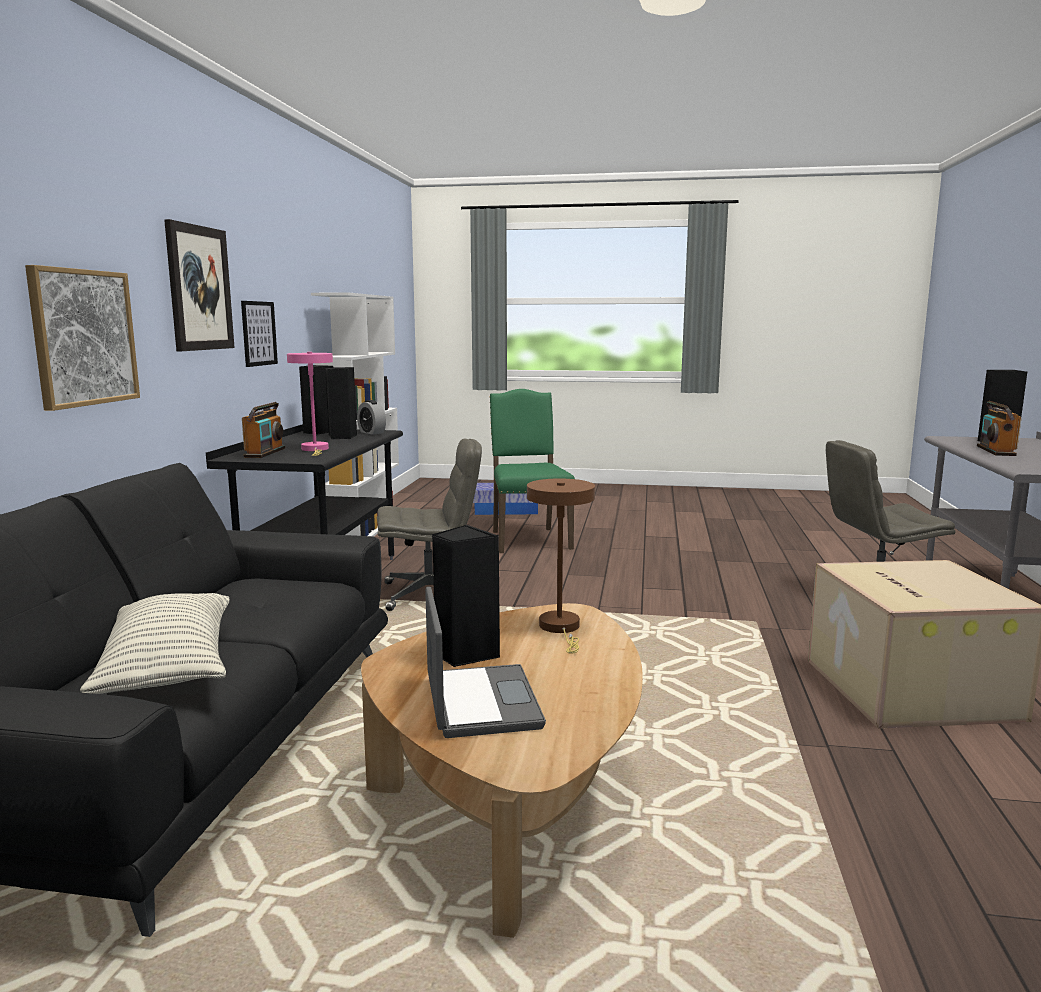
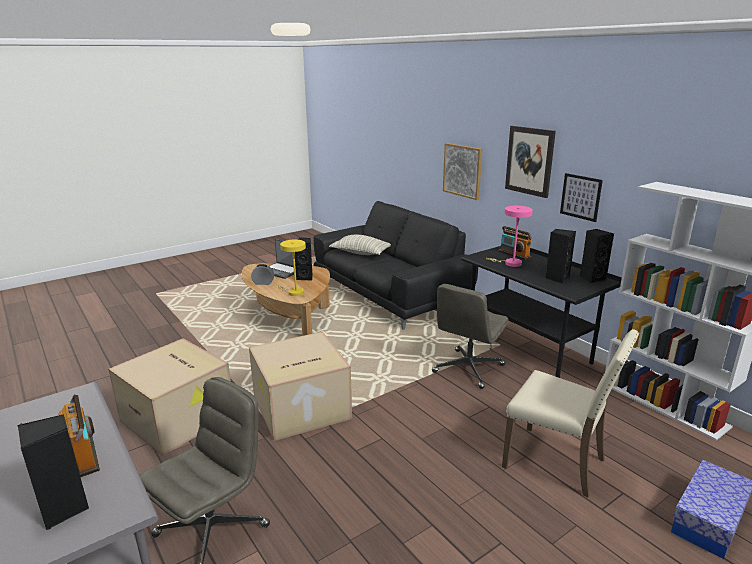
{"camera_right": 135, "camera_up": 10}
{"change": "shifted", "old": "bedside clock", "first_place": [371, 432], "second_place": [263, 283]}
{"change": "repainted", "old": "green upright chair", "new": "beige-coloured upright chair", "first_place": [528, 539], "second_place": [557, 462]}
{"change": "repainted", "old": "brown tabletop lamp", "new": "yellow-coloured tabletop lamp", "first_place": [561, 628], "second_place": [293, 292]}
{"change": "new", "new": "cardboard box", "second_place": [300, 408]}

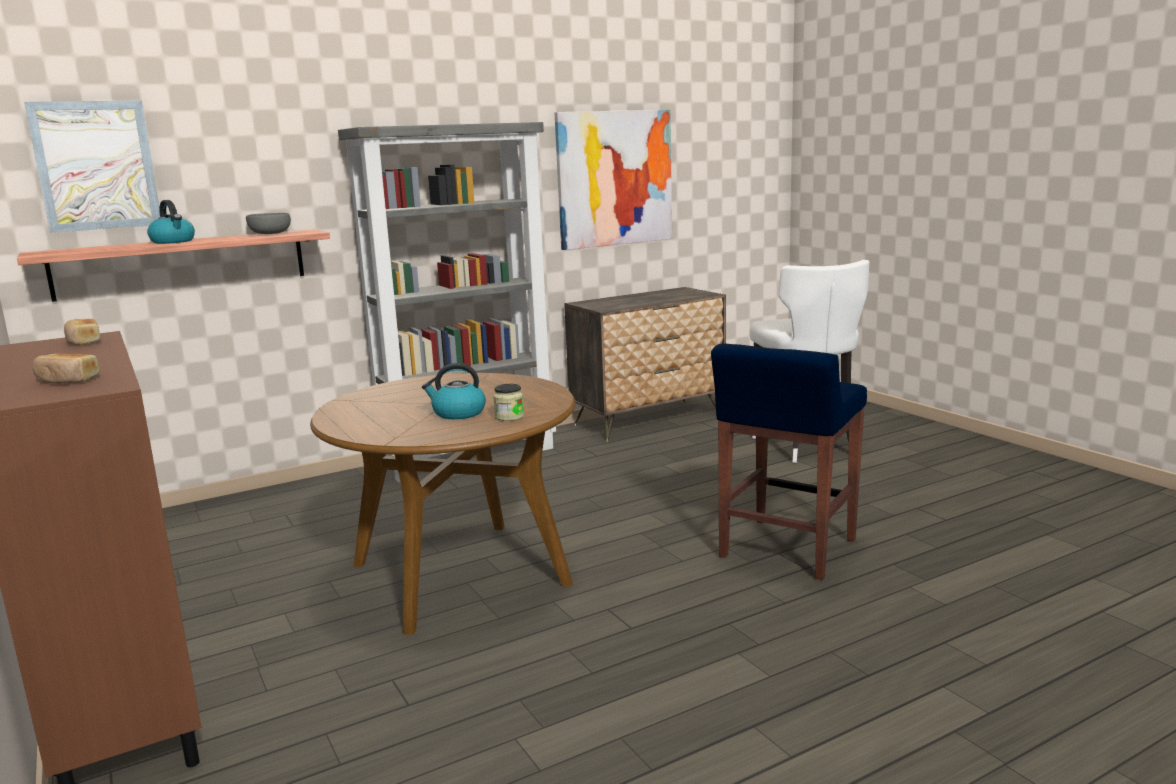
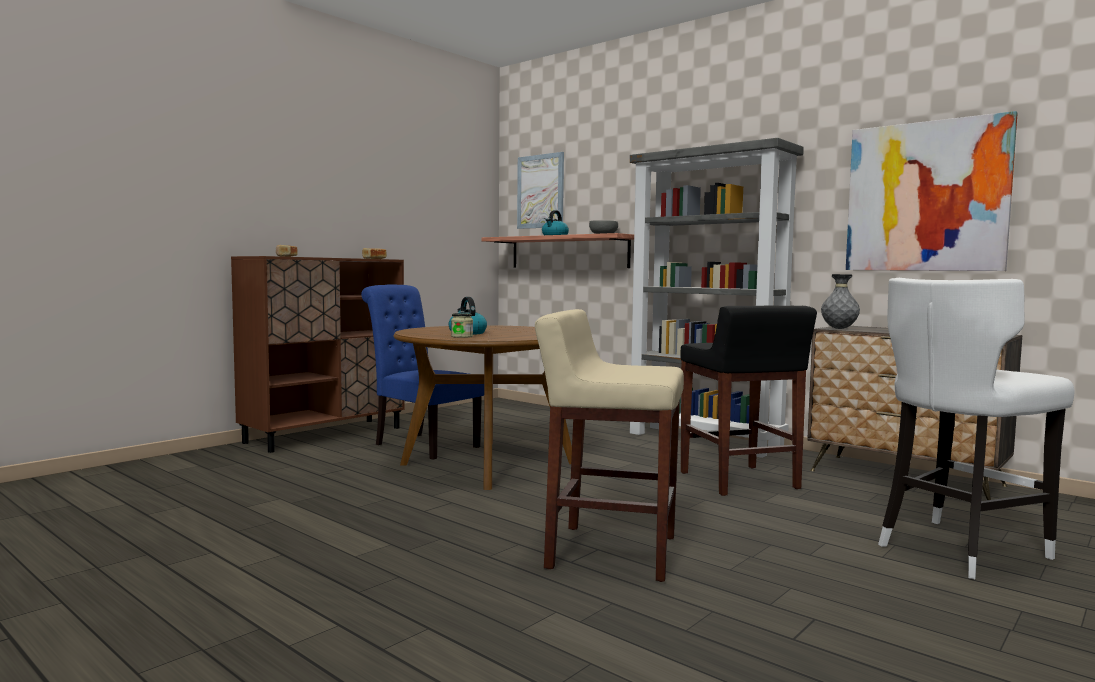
{"camera_right": 70, "camera_up": -10}
{"change": "repainted", "old": "bluish stool seat", "new": "beige-coloured stool seat", "first_place": [786, 549], "second_place": [609, 552]}
{"change": "new", "new": "bluish upright chair", "second_place": [421, 445]}
{"change": "new", "new": "blackish stool seat", "second_place": [739, 481]}
{"change": "new", "new": "greyish decorative vase", "second_place": [839, 329]}

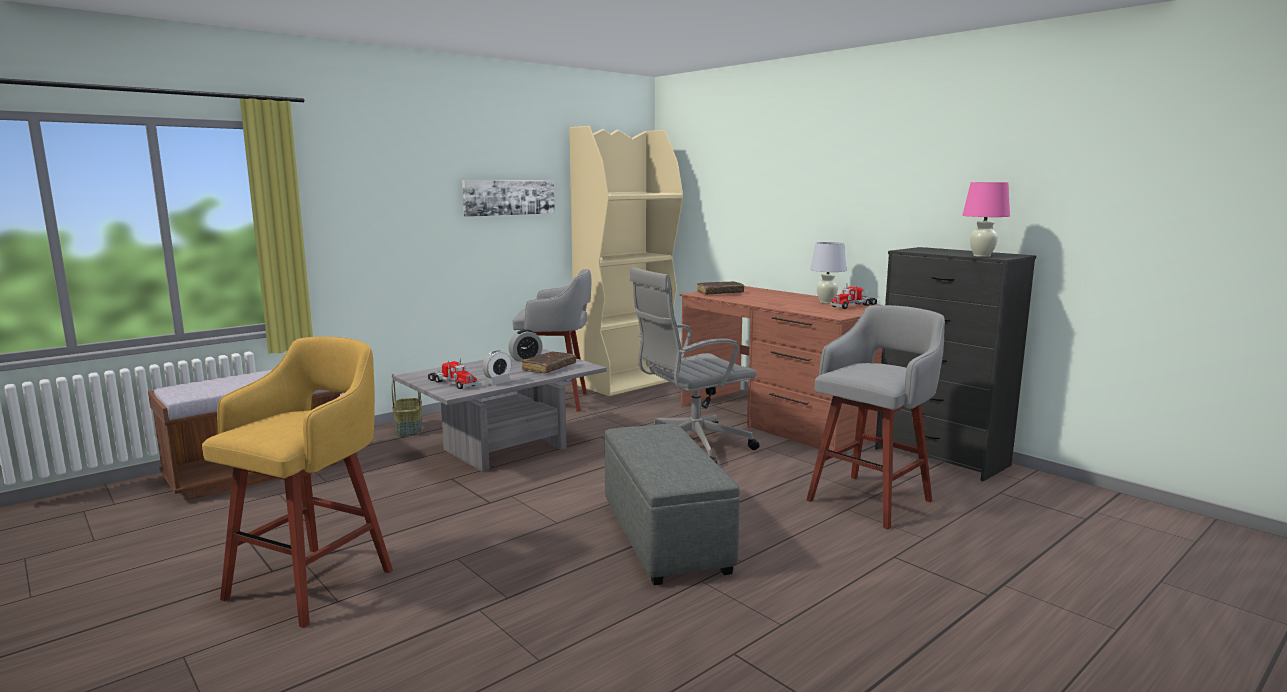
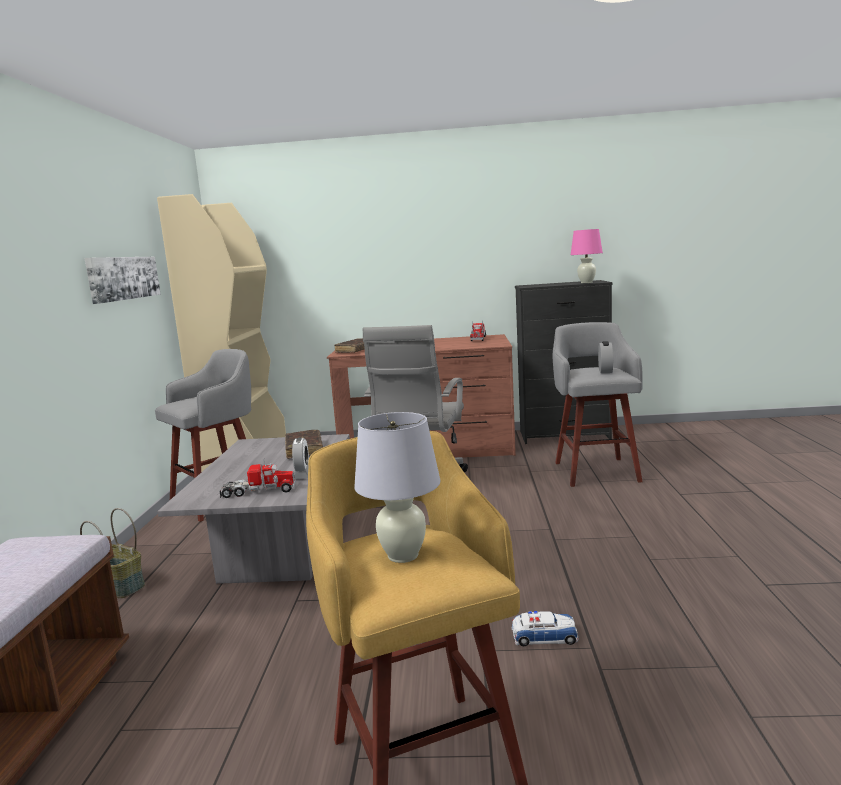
{"camera_right": -45, "camera_up": 0}
{"change": "shifted", "old": "bedside clock", "first_place": [525, 359], "second_place": [605, 371]}
{"change": "gone", "old": "greyish footrest", "first_place": [665, 536]}
{"change": "shifted", "old": "white-coloured tabletop lamp", "first_place": [826, 302], "second_place": [402, 555]}
{"change": "new", "new": "miniature car", "second_place": [544, 636]}

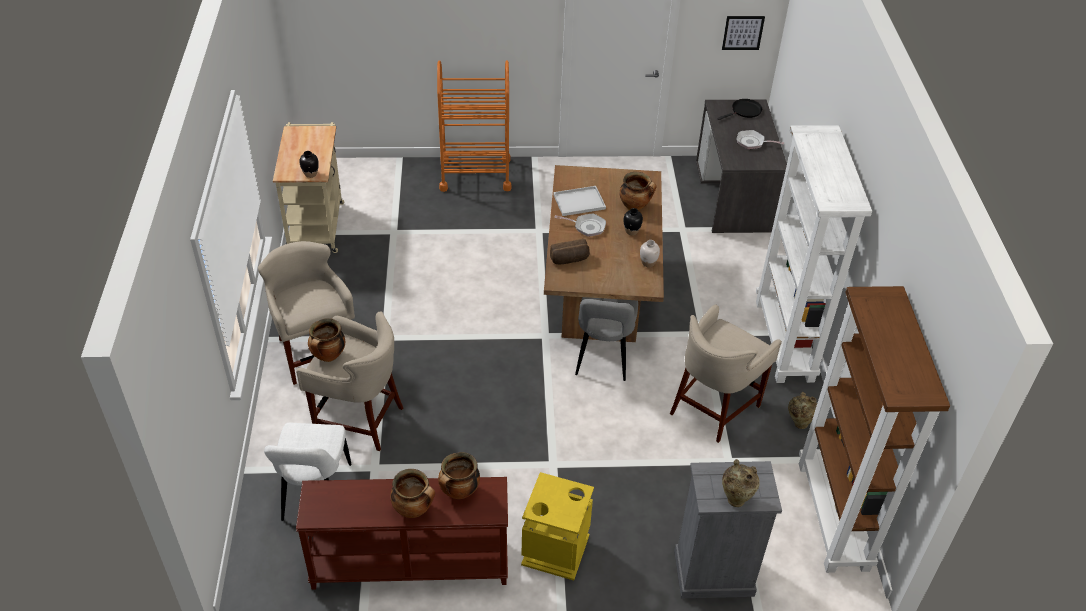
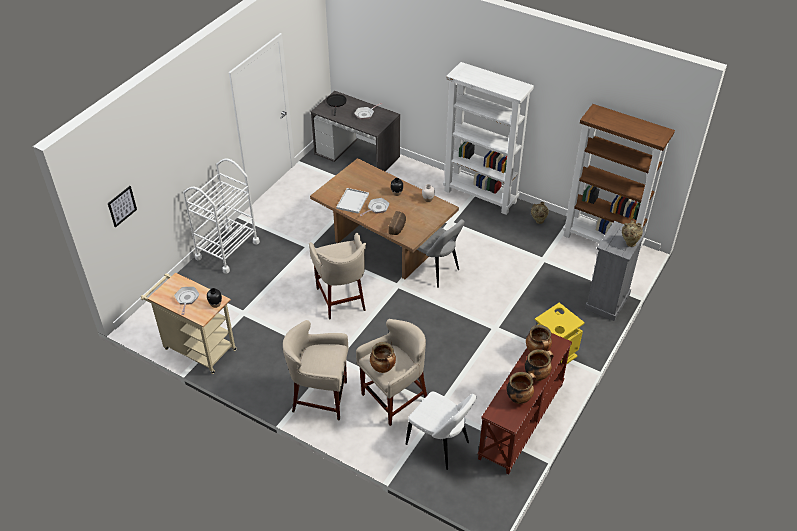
{"camera_right": -55, "camera_up": 0}
{"change": "repainted", "old": "orange trolley", "new": "white-coloured trolley", "first_place": [475, 174], "second_place": [227, 250]}
{"change": "shifted", "old": "saucepot", "first_place": [635, 206], "second_place": [519, 398]}
{"change": "shifted", "old": "beige-coloured stool seat", "first_place": [714, 408], "second_place": [342, 298]}
{"change": "shifted", "old": "wall art", "first_place": [743, 32], "second_place": [122, 206]}
{"change": "new", "new": "frying pan", "second_place": [187, 299]}

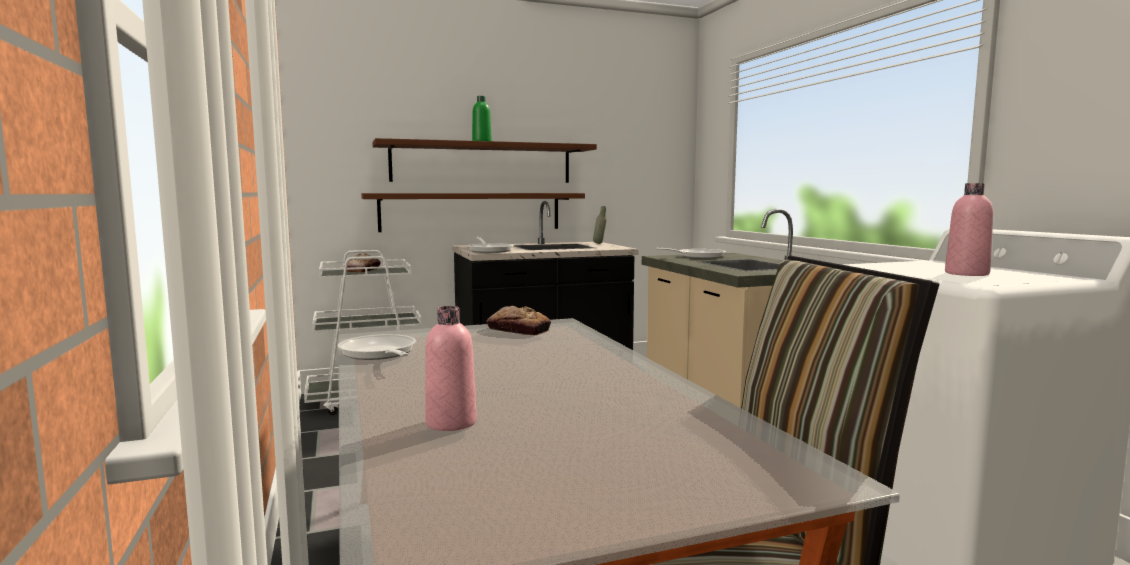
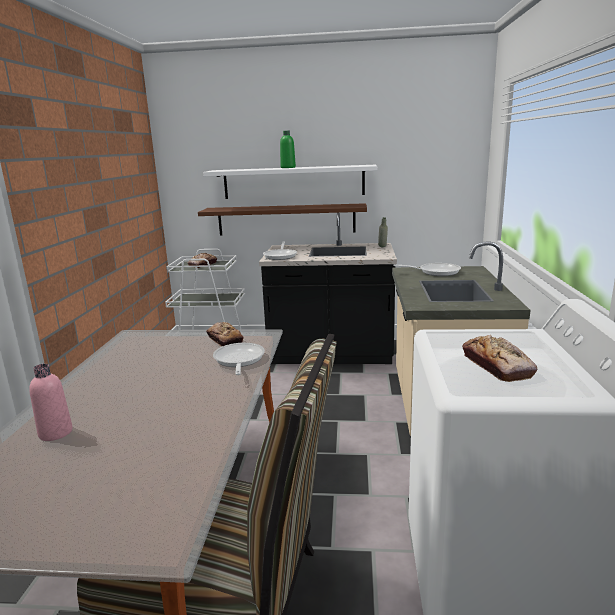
{"camera_right": 25, "camera_up": 10}
{"change": "shifted", "old": "frying pan", "first_place": [379, 354], "second_place": [238, 360]}
{"change": "repainted", "old": "brown shelf", "new": "white-coloured shelf", "first_place": [482, 163], "second_place": [293, 182]}
{"change": "swapped", "old": "pink-coloured bottle", "new": "bakery bread", "first_place": [966, 273], "second_place": [497, 366]}

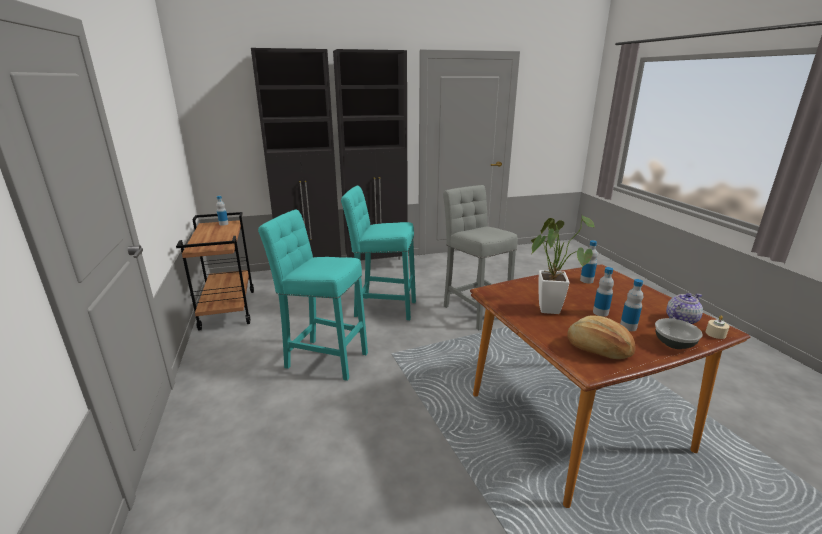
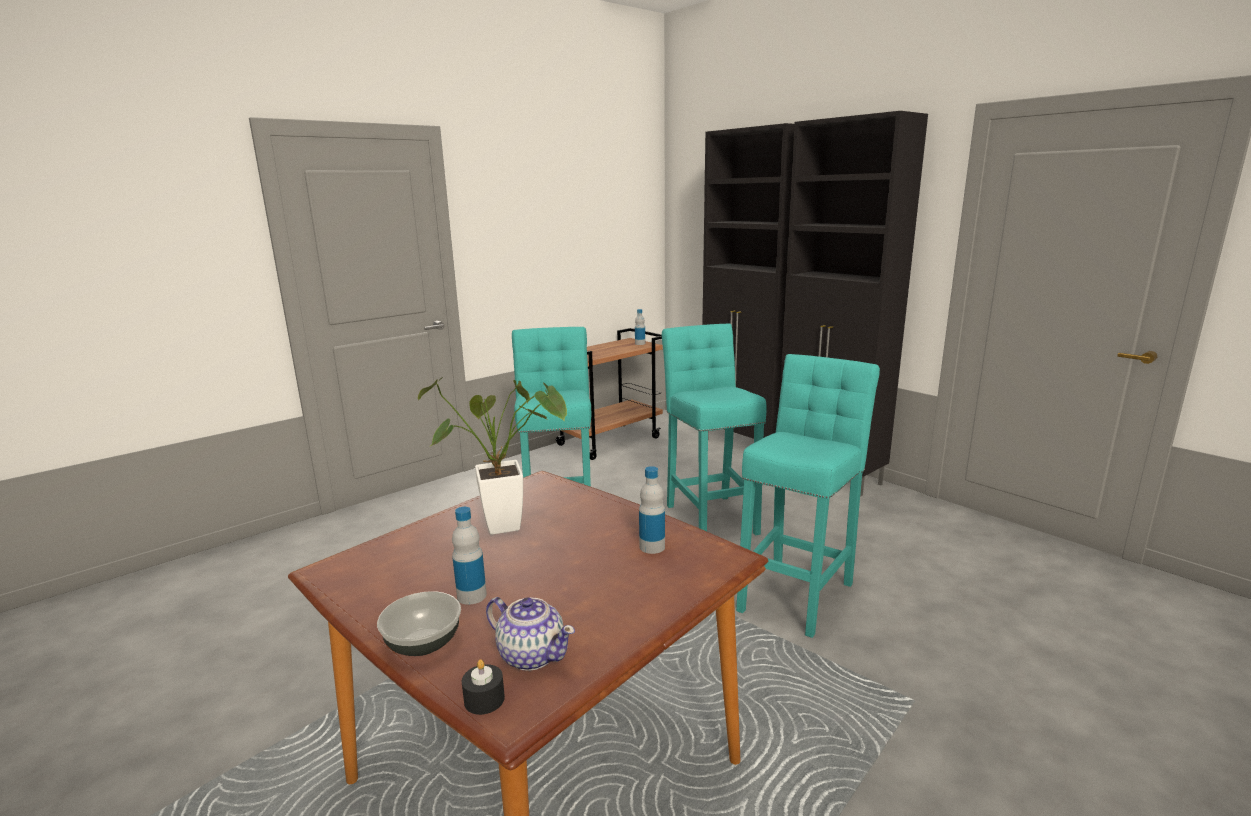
{"camera_right": 65, "camera_up": -5}
{"change": "repainted", "old": "greyish stool seat", "new": "turquoise stool seat", "first_place": [474, 311], "second_place": [797, 593]}
{"change": "gone", "old": "bakery bread", "first_place": [598, 349]}
{"change": "gone", "old": "bottle", "first_place": [600, 312]}
{"change": "repainted", "old": "beige-coloured wax light", "new": "blackish wax light", "first_place": [715, 334], "second_place": [484, 699]}

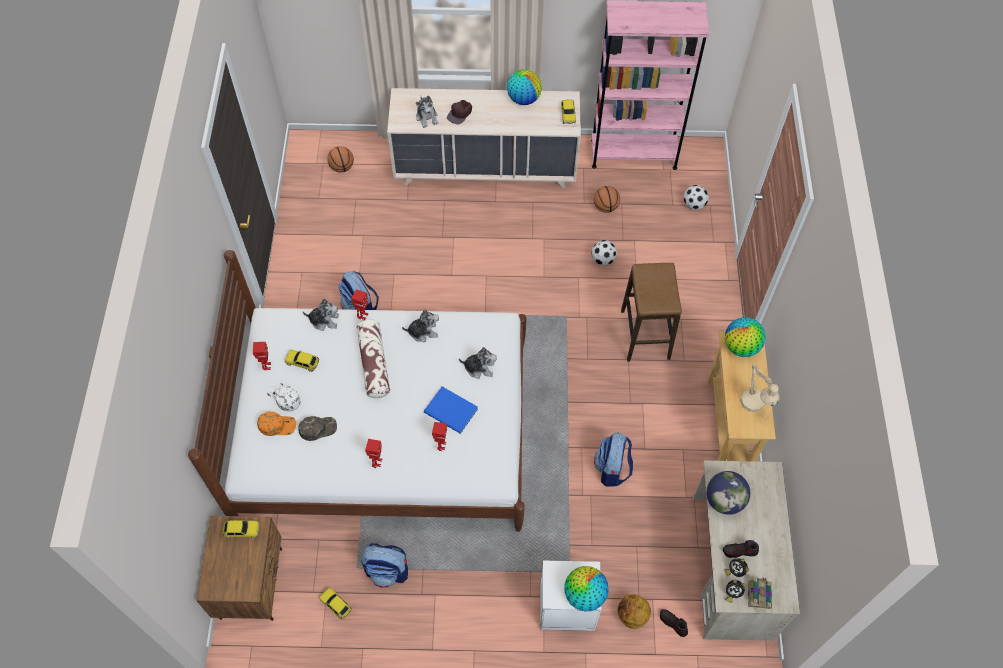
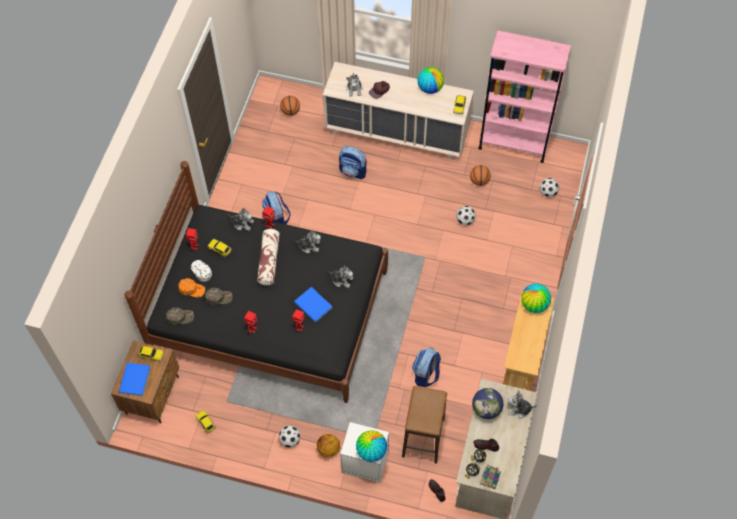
{"camera_right": 15, "camera_up": 0}
{"change": "repainted", "old": "white-coloured bedroom bed", "new": "blackish bedroom bed", "first_place": [385, 432], "second_place": [270, 312]}
{"change": "shifted", "old": "knapsack", "first_place": [388, 571], "second_place": [353, 171]}
{"change": "shifted", "old": "ball for basketball", "first_place": [632, 615], "second_place": [328, 449]}
{"change": "shifted", "old": "stool seat", "first_place": [645, 334], "second_place": [423, 437]}
{"change": "gone", "old": "beige-coloured tabletop lamp", "first_place": [754, 405]}
{"change": "new", "new": "bluish bound book", "second_place": [135, 380]}
{"change": "new", "new": "green baseball cap", "second_place": [180, 317]}
{"change": "new", "new": "football ball", "second_place": [290, 440]}
{"change": "new", "new": "soft toy", "second_place": [519, 409]}

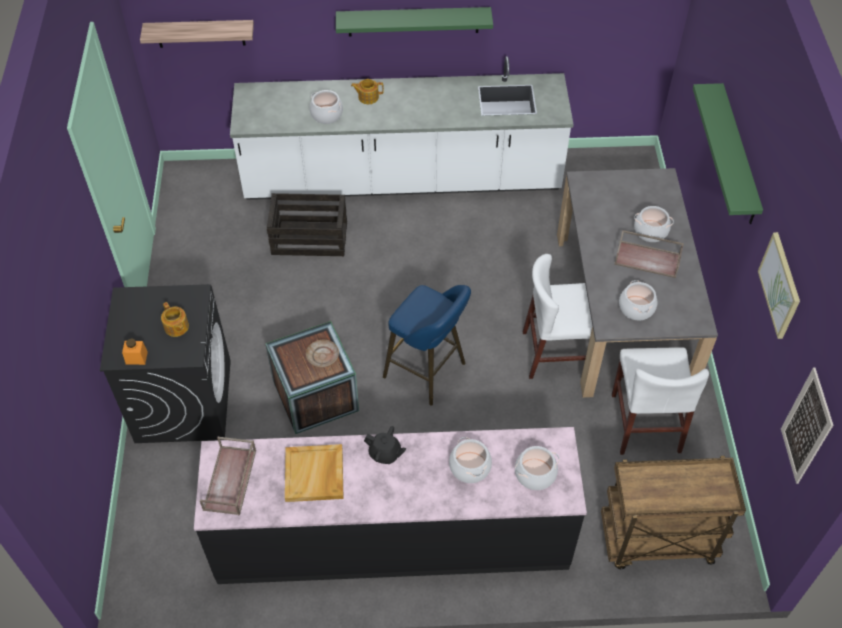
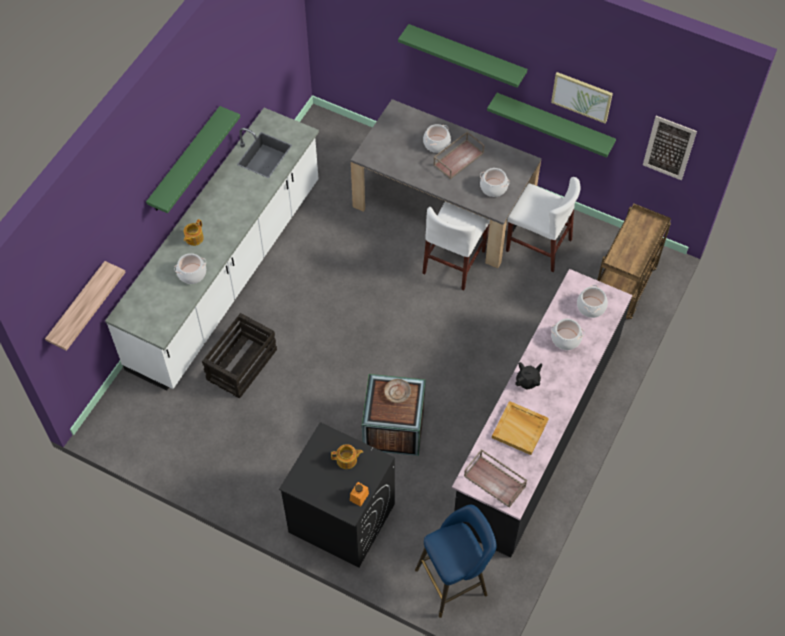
{"camera_right": -60, "camera_up": 5}
{"change": "shifted", "old": "bluish stool seat", "first_place": [428, 372], "second_place": [455, 580]}
{"change": "new", "new": "green shelf", "second_place": [554, 123]}

